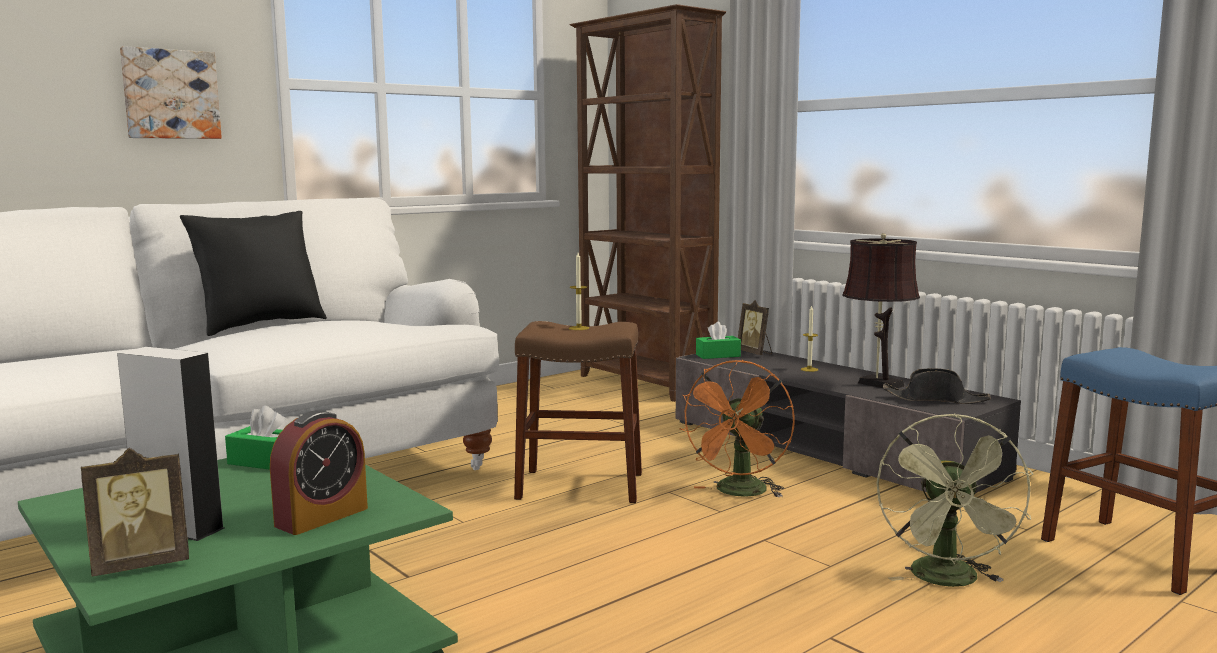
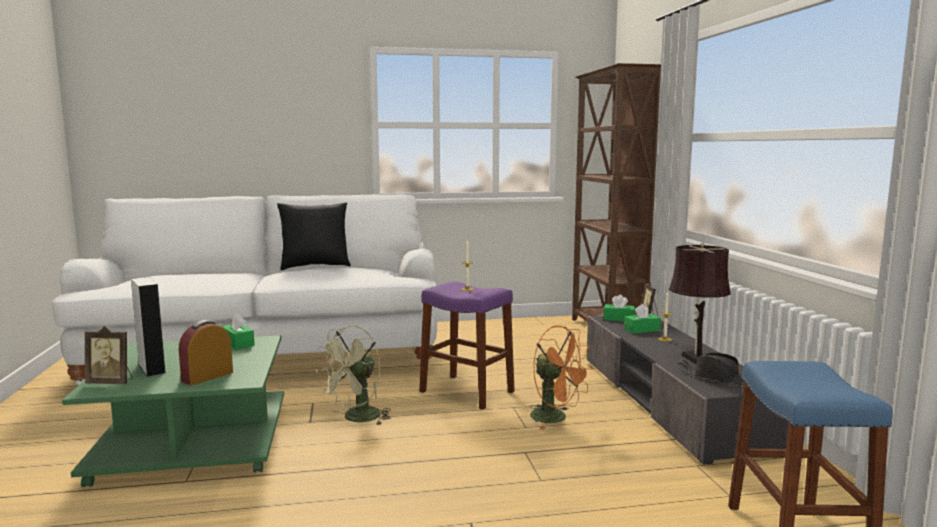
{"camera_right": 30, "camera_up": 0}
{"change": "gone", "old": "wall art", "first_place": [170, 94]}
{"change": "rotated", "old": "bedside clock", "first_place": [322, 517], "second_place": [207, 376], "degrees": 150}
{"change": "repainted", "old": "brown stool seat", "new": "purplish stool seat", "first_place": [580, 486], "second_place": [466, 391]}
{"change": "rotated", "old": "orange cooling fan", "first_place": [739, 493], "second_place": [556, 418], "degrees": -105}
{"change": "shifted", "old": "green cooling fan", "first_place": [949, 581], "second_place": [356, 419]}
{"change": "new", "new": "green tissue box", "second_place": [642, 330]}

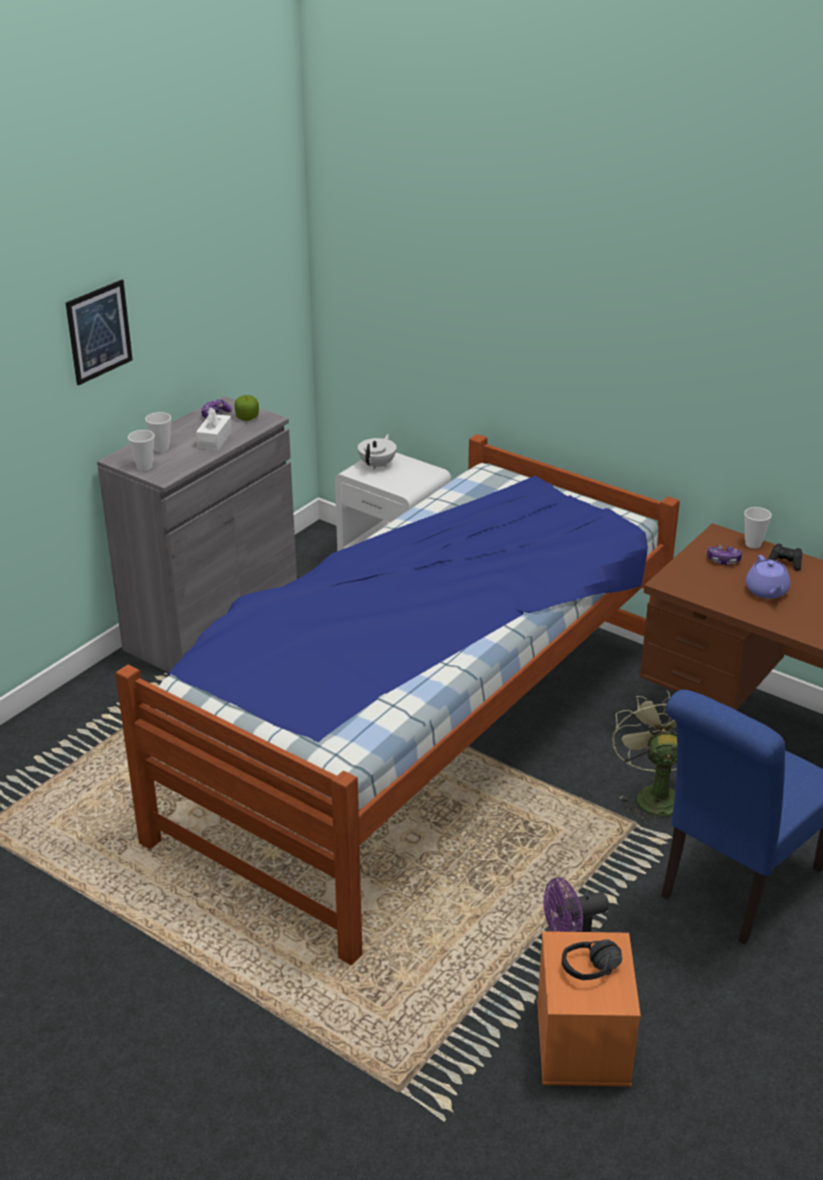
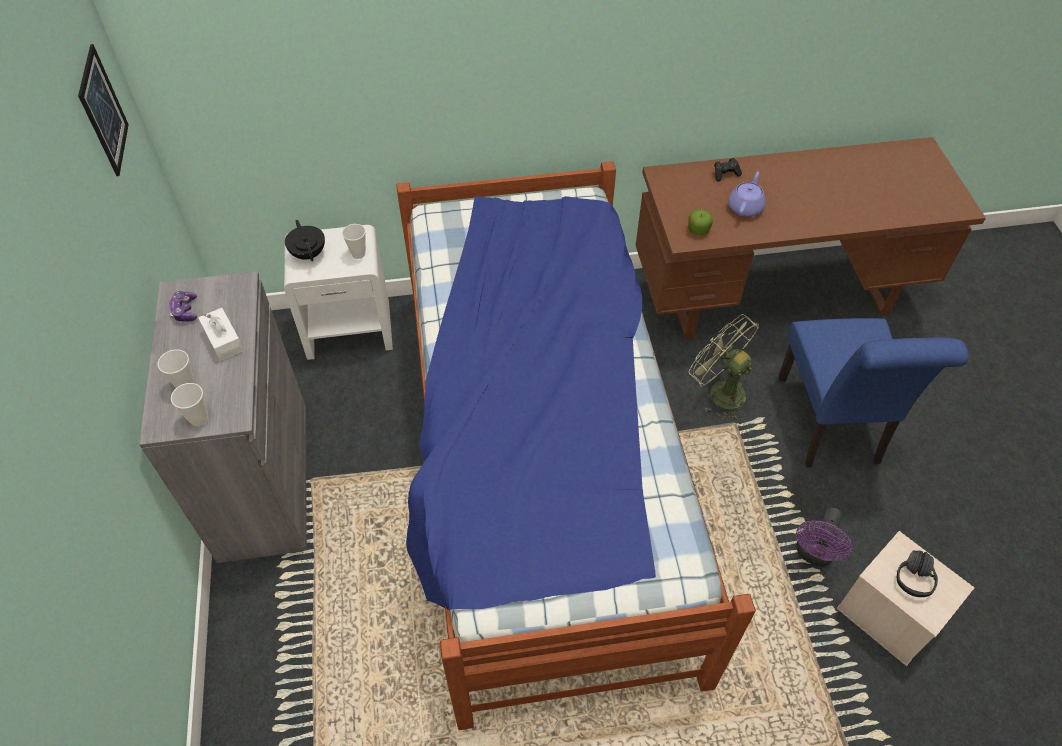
{"camera_right": -45, "camera_up": 20}
{"change": "shifted", "old": "wall art", "first_place": [99, 332], "second_place": [103, 111]}
{"change": "shifted", "old": "apple fruit", "first_place": [247, 417], "second_place": [698, 230]}
{"change": "repainted", "old": "white-coloured pot for tea", "new": "blackish pot for tea", "first_place": [378, 465], "second_place": [308, 253]}
{"change": "repainted", "old": "orange storage bin", "new": "beige-coloured storage bin", "first_place": [581, 1041], "second_place": [887, 614]}
{"change": "gone", "old": "gamepad", "first_place": [723, 560]}
{"change": "shifted", "old": "cup", "first_place": [753, 544], "second_place": [358, 254]}
{"change": "rotated", "old": "purplish pot for tea", "first_place": [766, 591], "second_place": [745, 207], "degrees": -105}

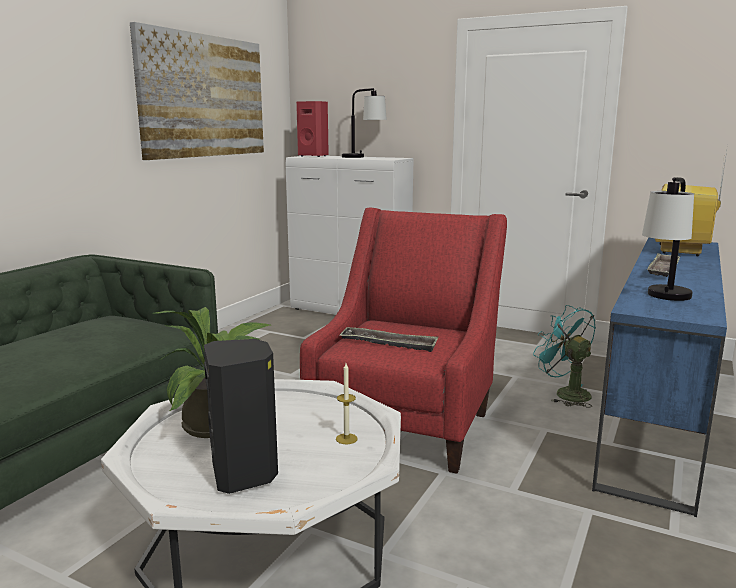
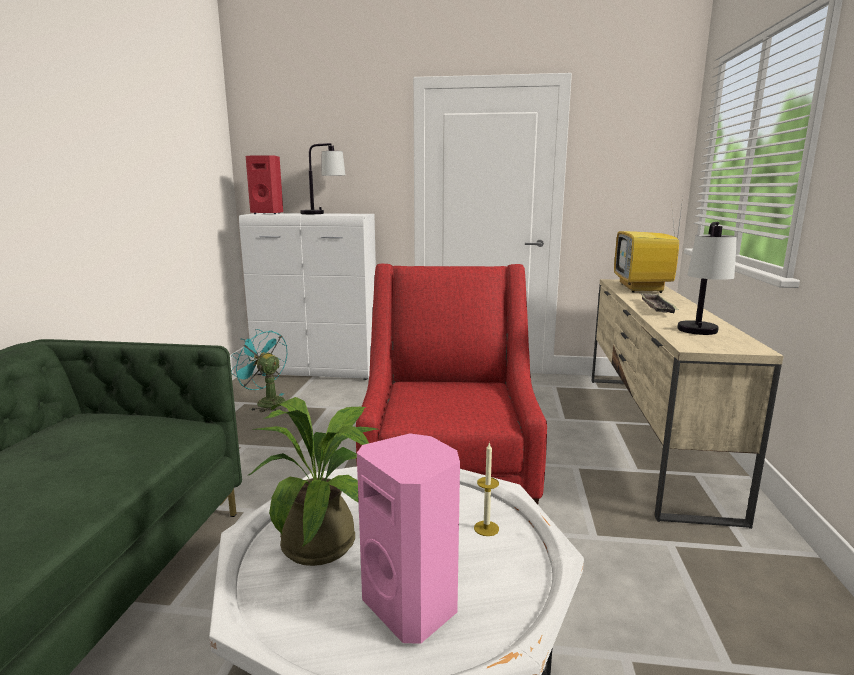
{"camera_right": -20, "camera_up": 0}
{"change": "gone", "old": "wall art", "first_place": [203, 96]}
{"change": "repainted", "old": "blackish speaker", "new": "pink-coloured speaker", "first_place": [245, 473], "second_place": [413, 606]}
{"change": "gone", "old": "tray", "first_place": [388, 344]}
{"change": "shifted", "old": "turquoise cooling fan", "first_place": [565, 393], "second_place": [266, 402]}
{"change": "repainted", "old": "bluish media console", "new": "beige-coloured media console", "first_place": [656, 413], "second_place": [649, 434]}

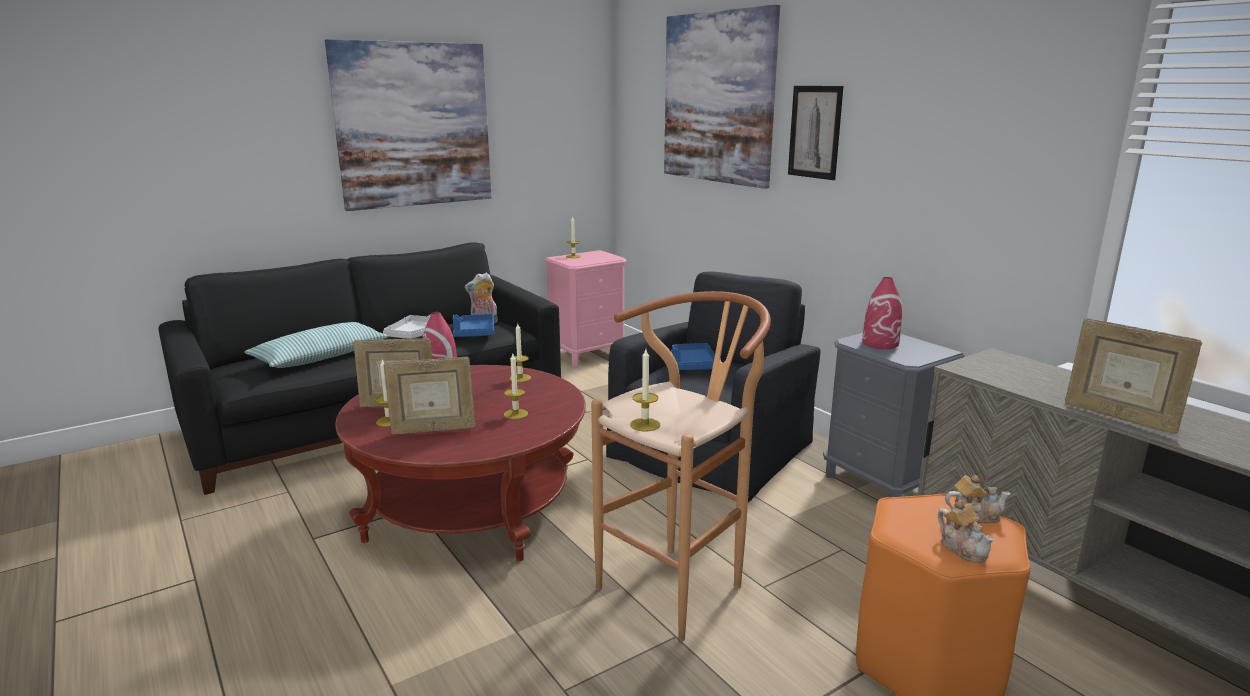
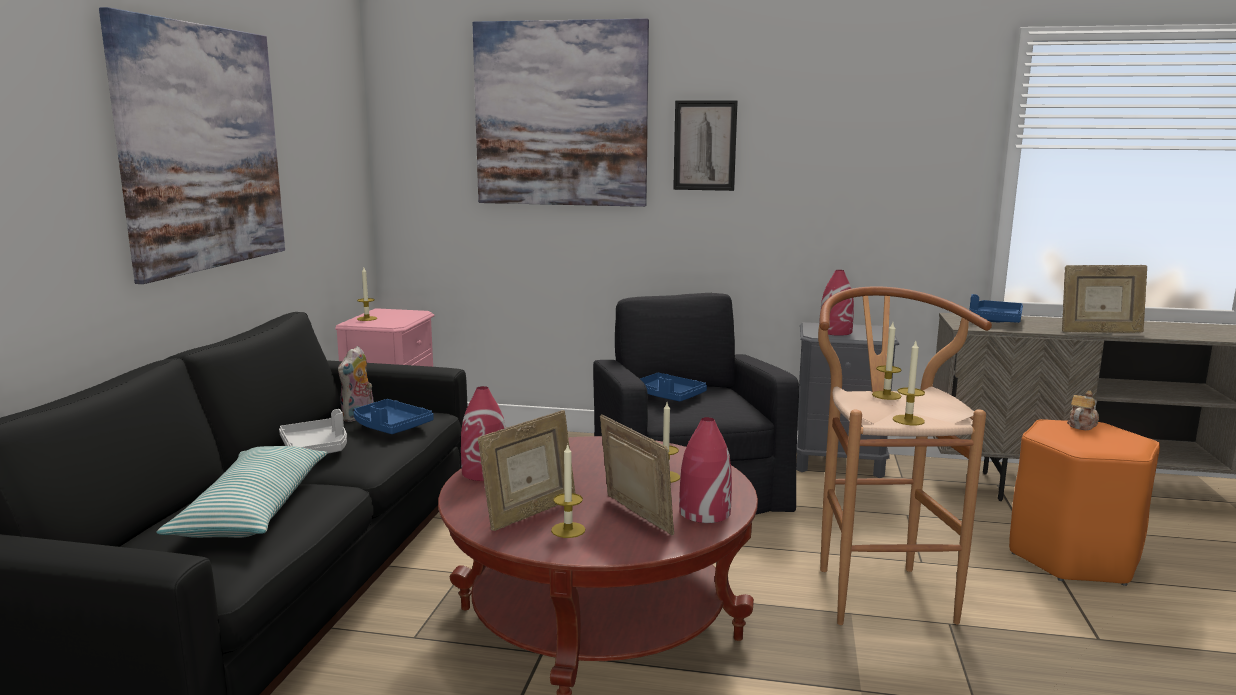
{"camera_right": -45, "camera_up": -5}
{"change": "rotated", "old": "standing frame", "first_place": [433, 430], "second_place": [635, 518], "degrees": -75}
{"change": "shifted", "old": "wax light", "first_place": [520, 378], "second_place": [886, 395]}
{"change": "gone", "old": "pot for tea", "first_place": [963, 548]}
{"change": "new", "new": "red-coloured decorative vase", "second_place": [704, 512]}
{"change": "new", "new": "bluish tray", "second_place": [994, 320]}

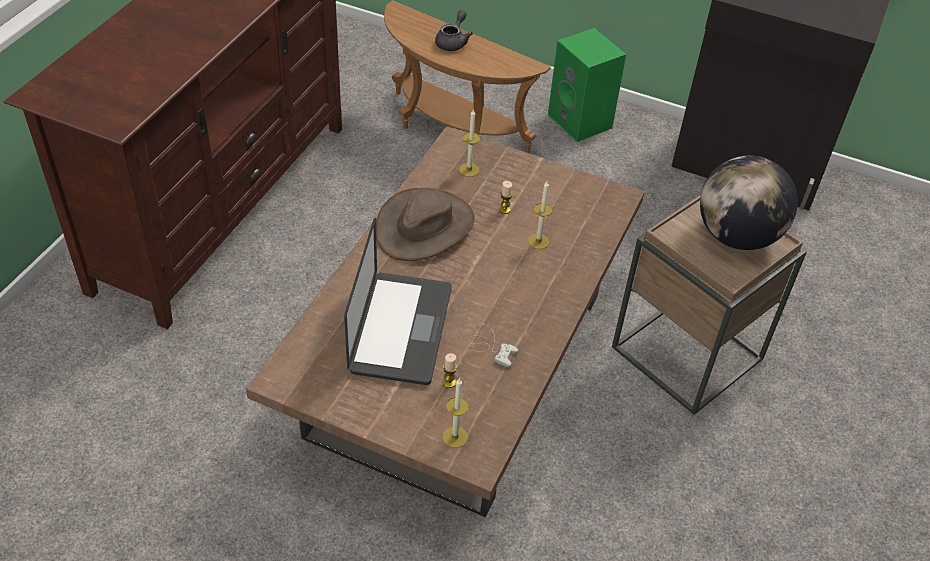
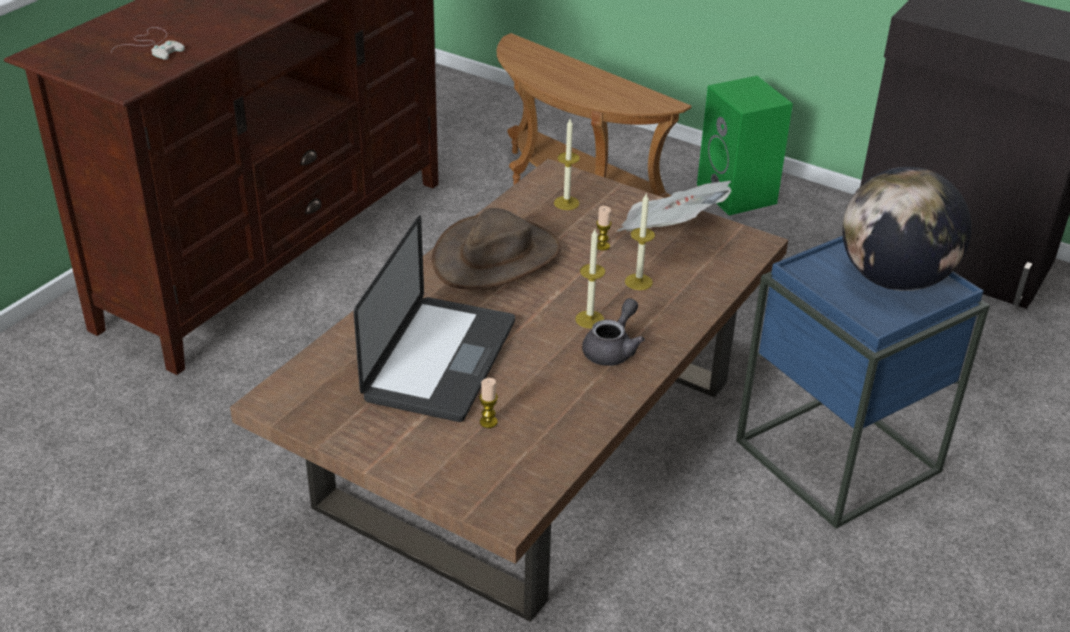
{"camera_right": 10, "camera_up": -10}
{"change": "shifted", "old": "greyish pot for tea", "first_place": [453, 42], "second_place": [612, 349]}
{"change": "shifted", "old": "wax light", "first_place": [455, 437], "second_place": [589, 319]}
{"change": "shifted", "old": "white-coloured gamepad", "first_place": [487, 347], "second_place": [153, 46]}
{"change": "repainted", "old": "brown end table", "new": "bluish end table", "first_place": [688, 353], "second_place": [838, 456]}
{"change": "new", "new": "newspaper", "second_place": [670, 231]}

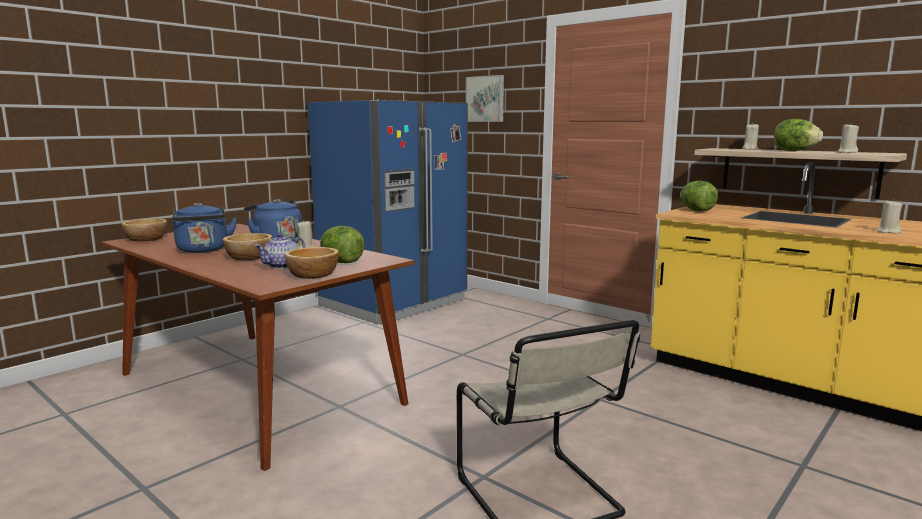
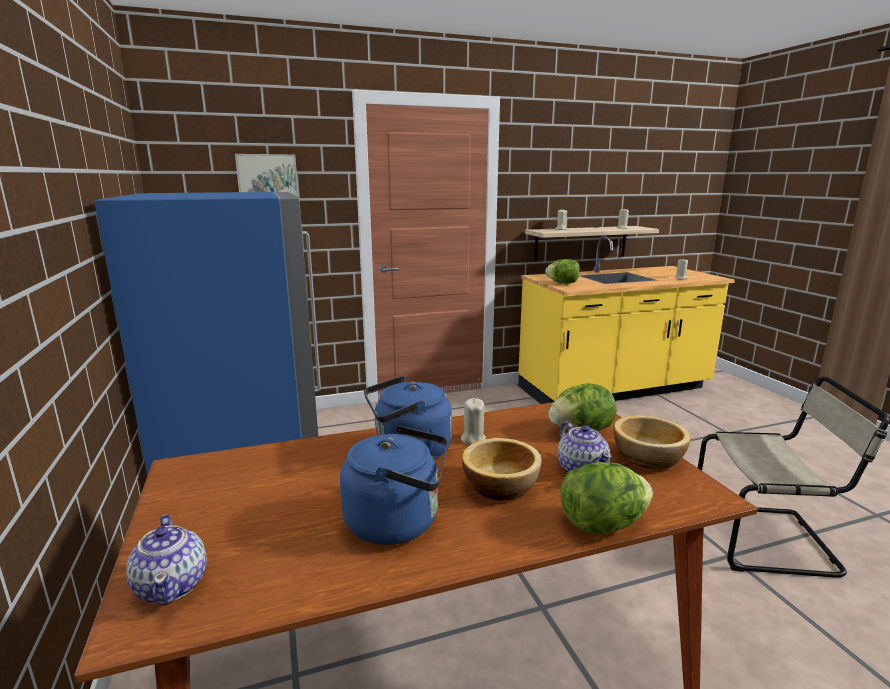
{"camera_right": -60, "camera_up": 5}
{"change": "swapped", "old": "serving bowl", "new": "pot for tea", "first_place": [147, 239], "second_place": [172, 585]}
{"change": "shifted", "old": "head of lettuce", "first_place": [794, 151], "second_place": [602, 524]}

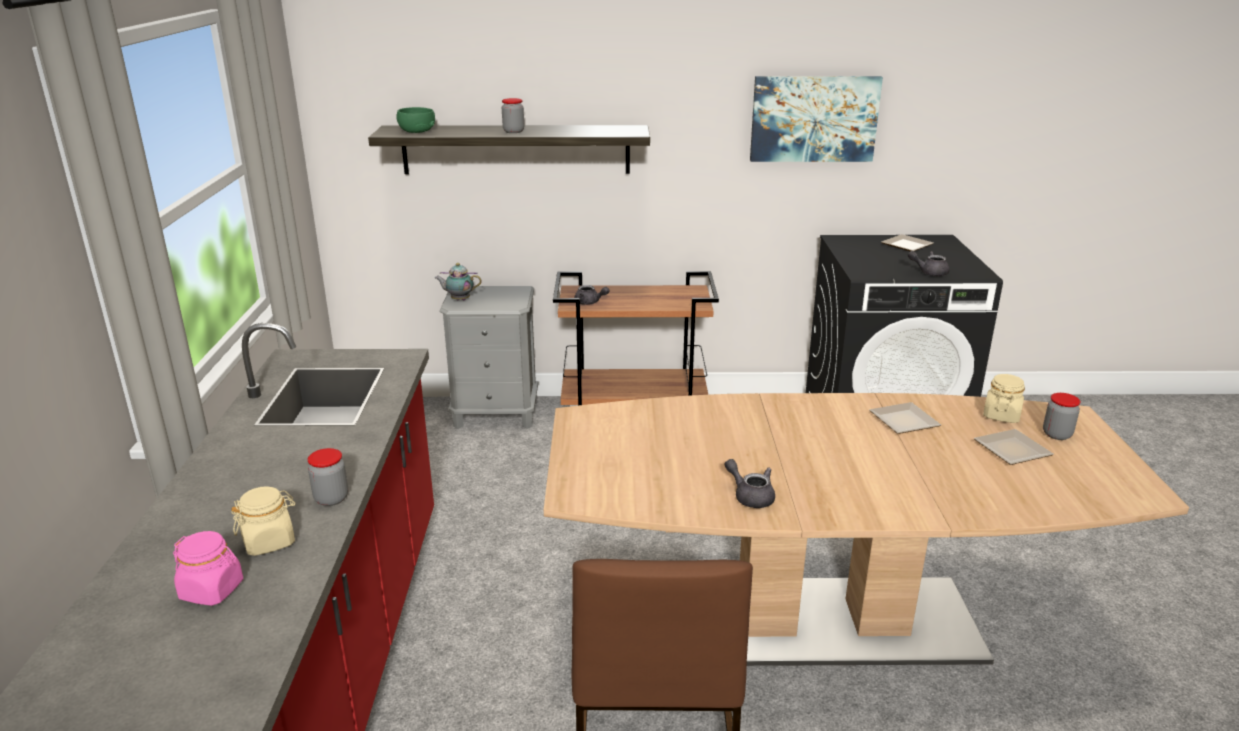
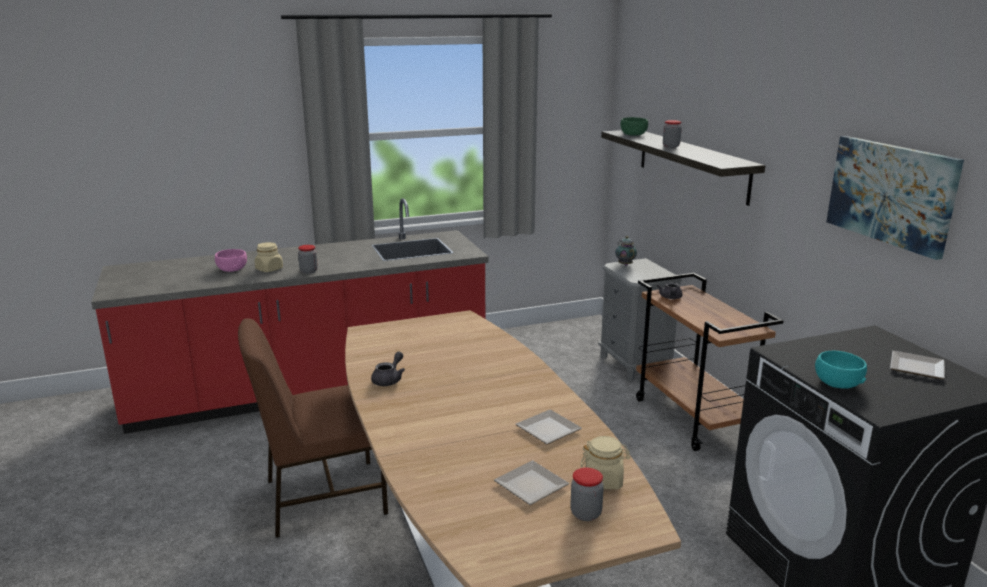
{"camera_right": 70, "camera_up": -5}
{"change": "swapped", "old": "pink-coloured storage jar", "new": "pink-coloured serving bowl", "first_place": [212, 590], "second_place": [232, 269]}
{"change": "swapped", "old": "greyish pot for tea", "new": "turquoise serving bowl", "first_place": [929, 272], "second_place": [837, 383]}

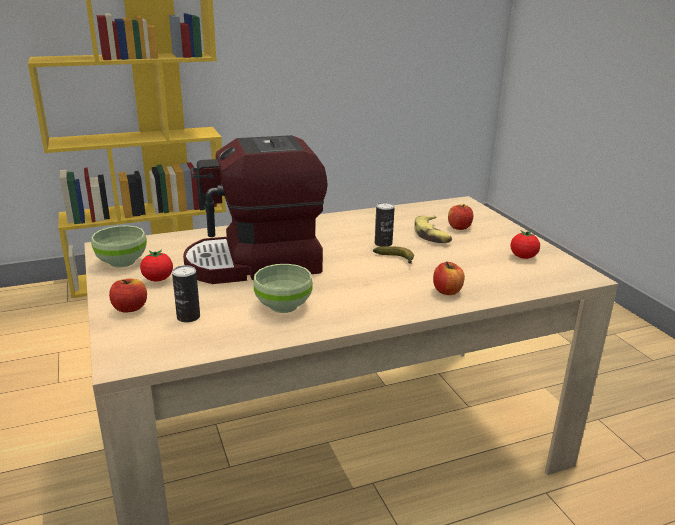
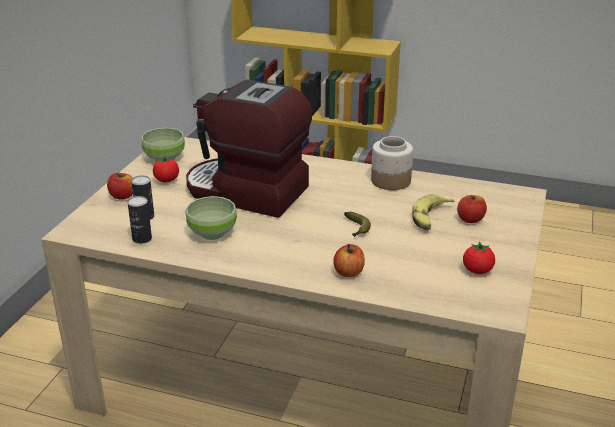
{"camera_right": 40, "camera_up": 5}
{"change": "shifted", "old": "can", "first_place": [383, 244], "second_place": [142, 239]}
{"change": "new", "new": "storage jar", "second_place": [390, 181]}

